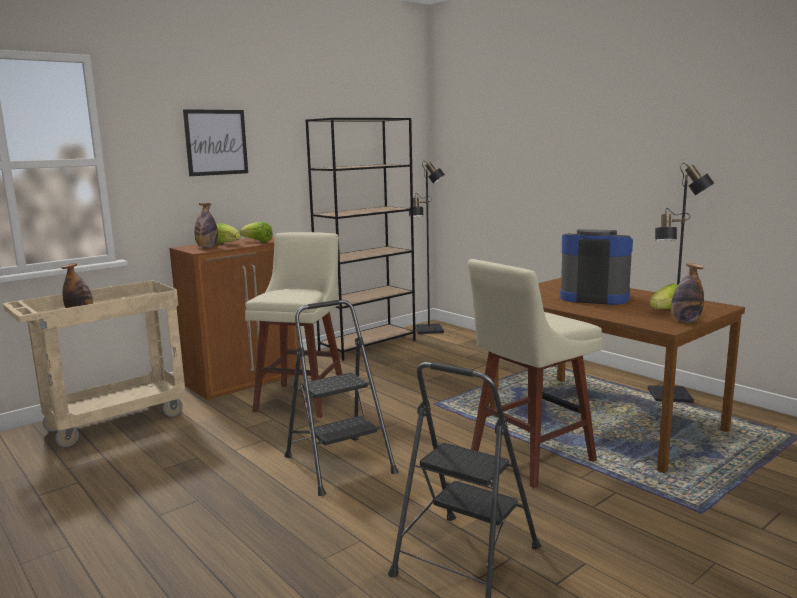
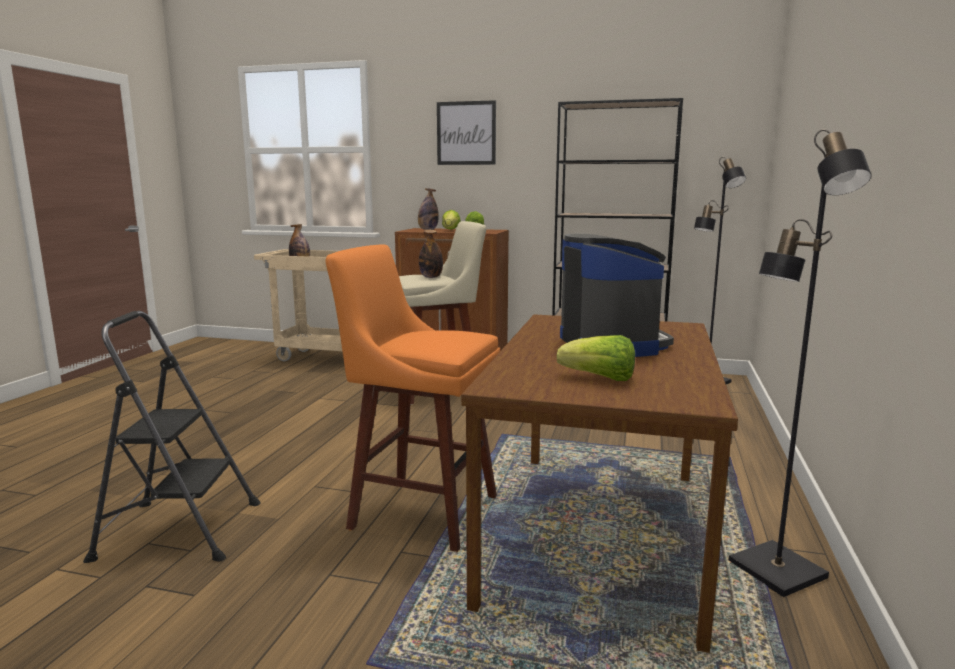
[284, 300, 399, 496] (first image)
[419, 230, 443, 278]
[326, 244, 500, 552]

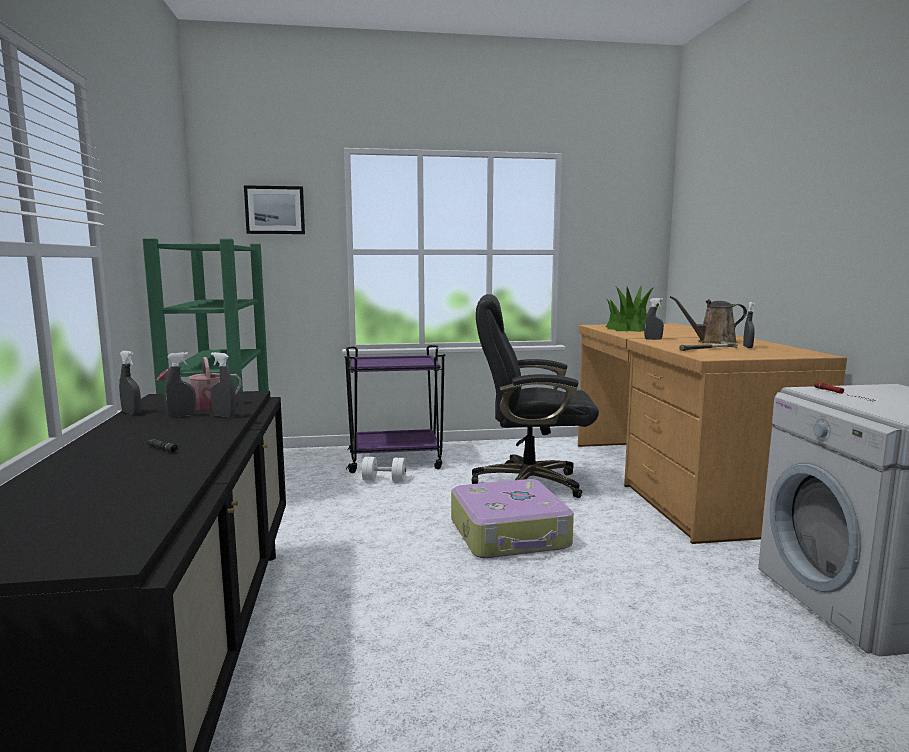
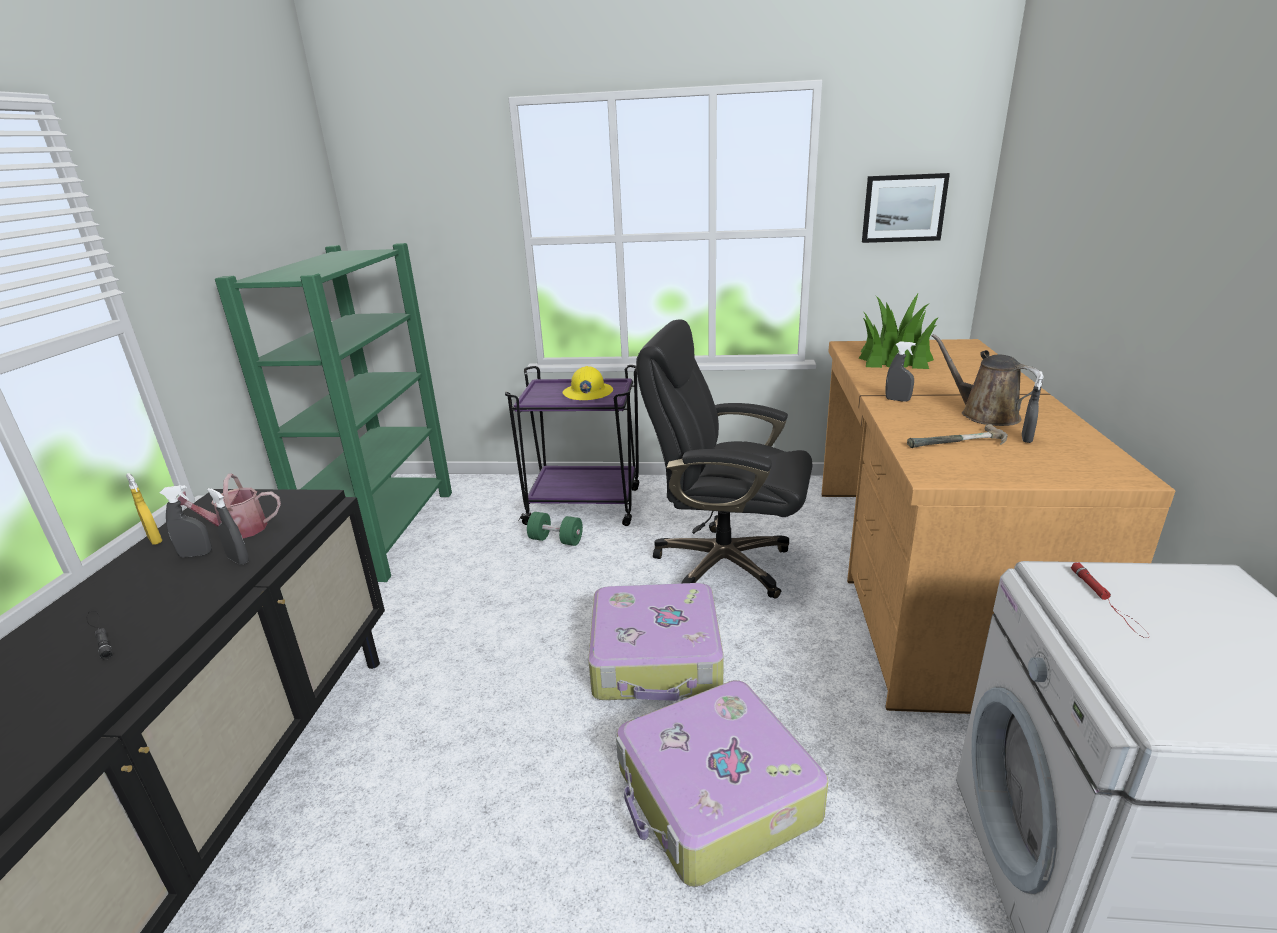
[562, 366, 613, 400]
[616, 680, 828, 887]
[862, 173, 950, 243]
[126, 473, 163, 545]
[527, 512, 583, 546]
[932, 334, 1044, 426]

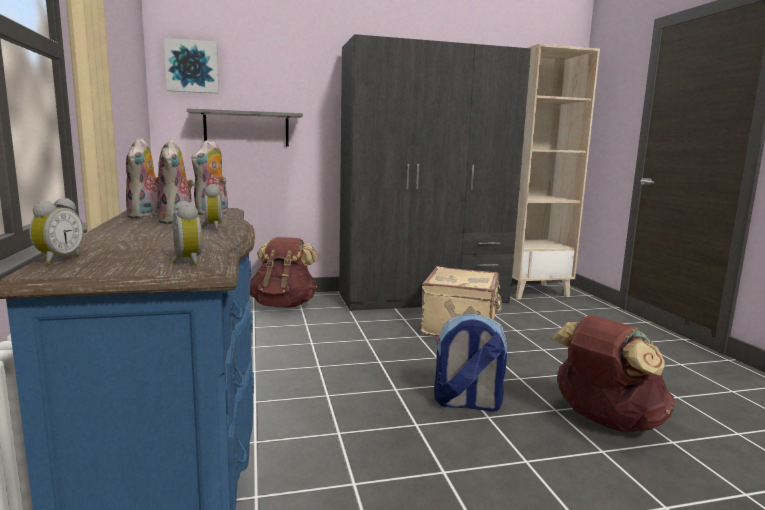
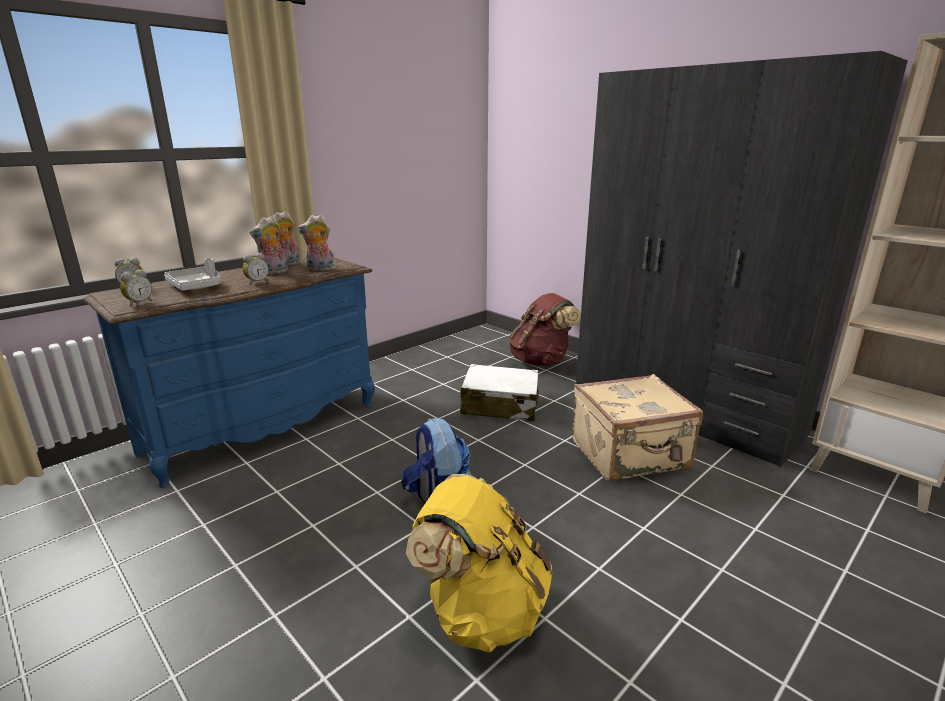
[164, 38, 219, 94] (first image)
[187, 108, 303, 146] (first image)
[164, 258, 220, 291]
[460, 364, 539, 421]
[406, 474, 553, 652]

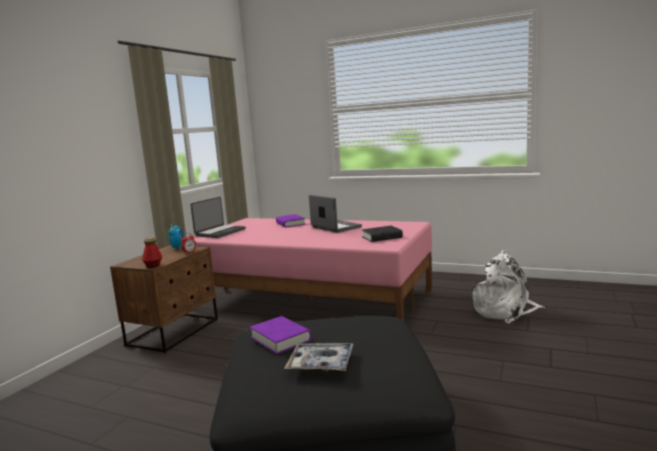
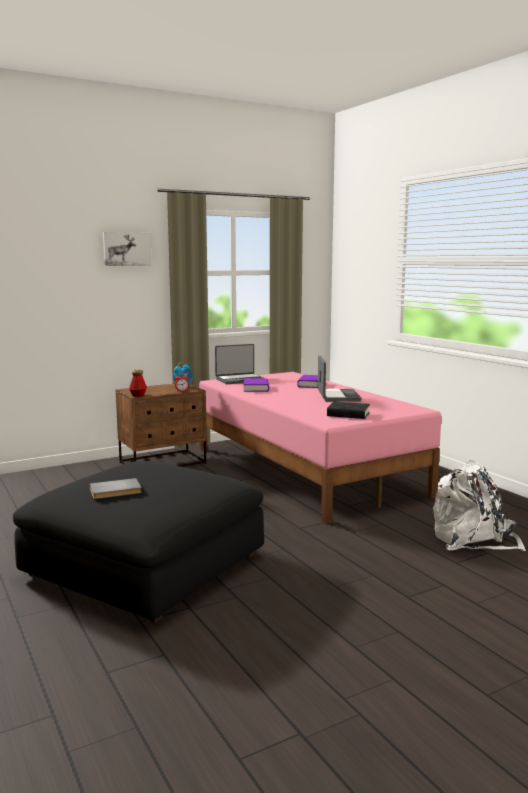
[103, 232, 152, 266]
[244, 378, 269, 392]
[90, 478, 142, 499]

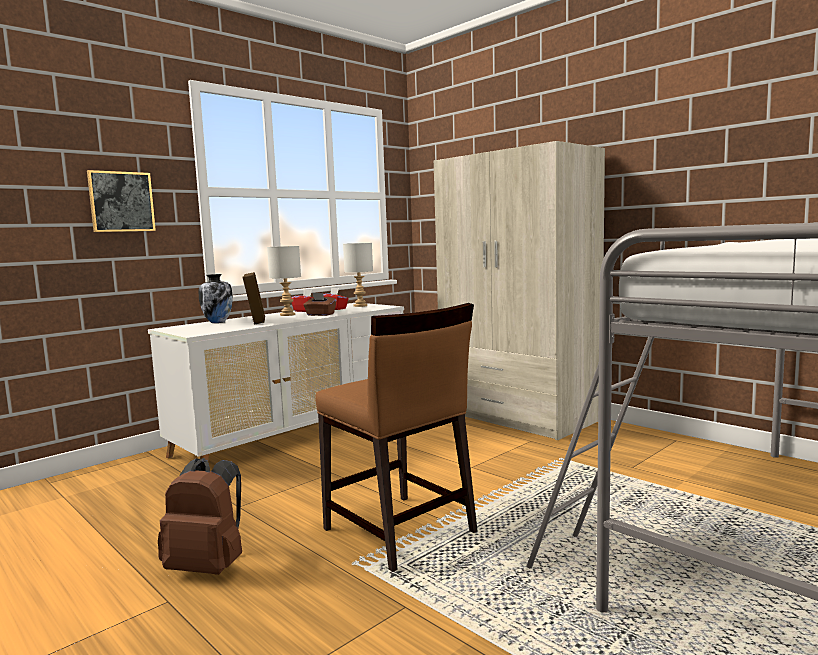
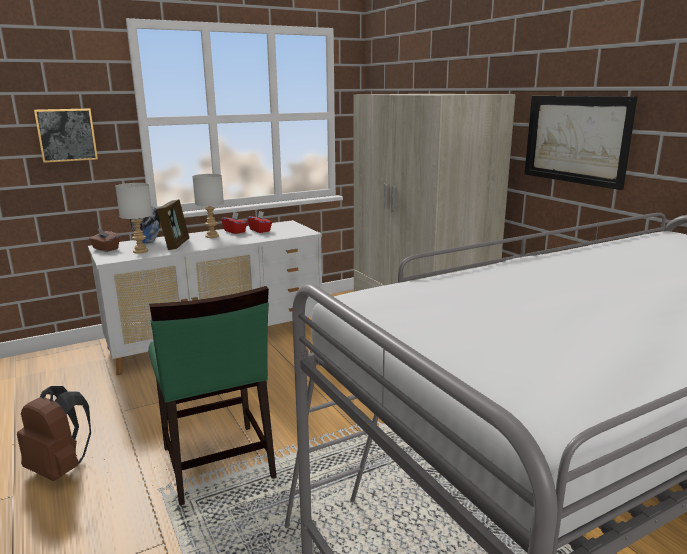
[525, 96, 637, 190]
[89, 228, 119, 252]
[115, 183, 152, 254]
[148, 286, 276, 506]

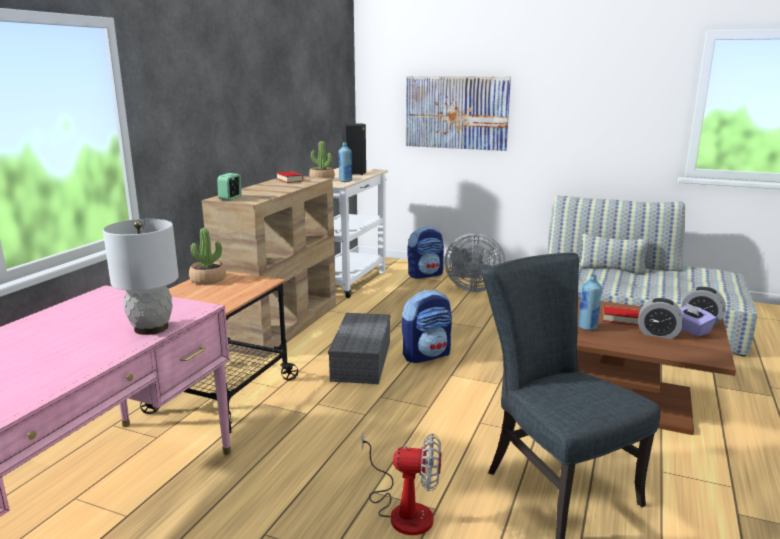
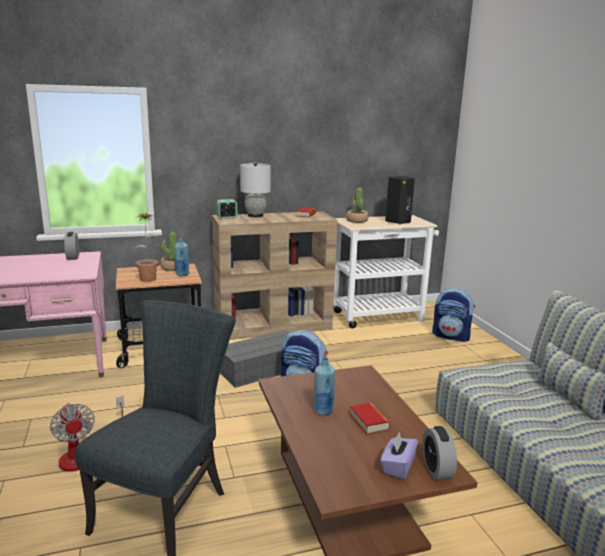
[406, 76, 511, 151] (first image)
[445, 233, 506, 292] (first image)
[134, 213, 159, 282]
[240, 162, 271, 217]
[174, 237, 189, 277]
[64, 232, 79, 260]

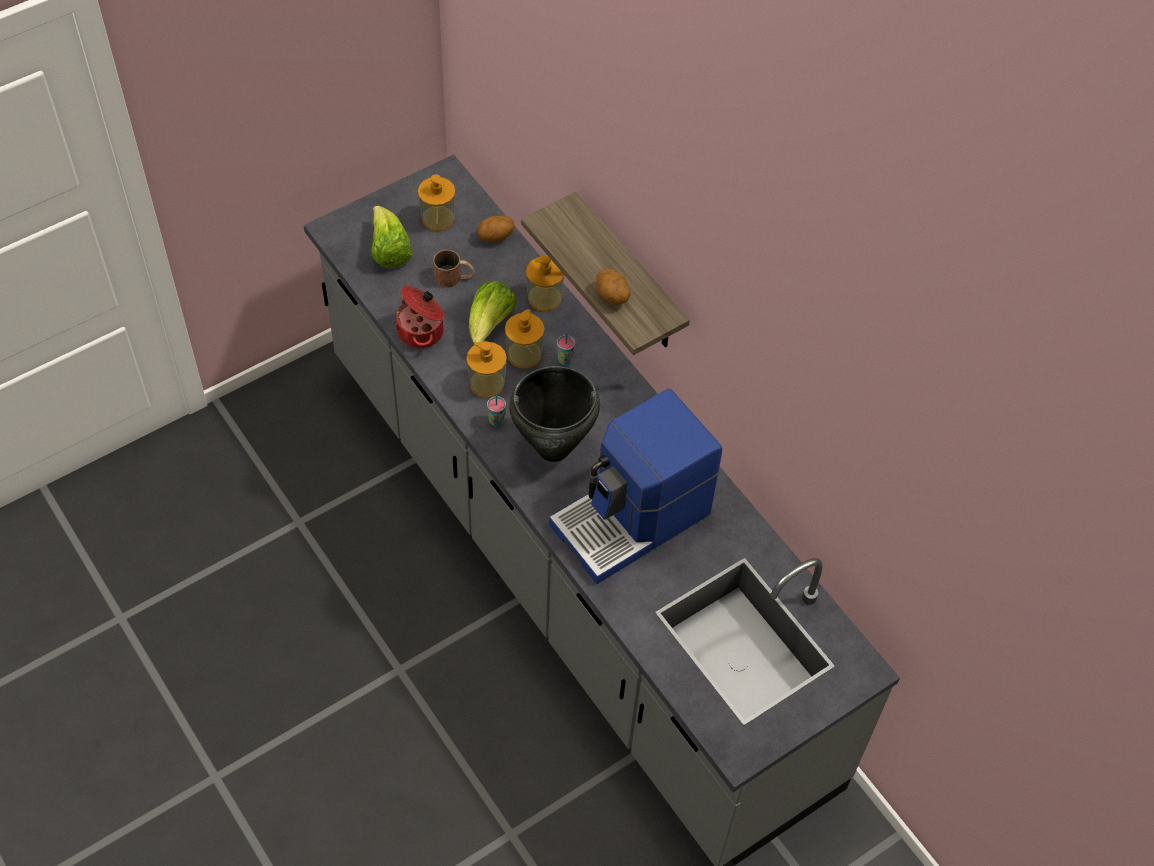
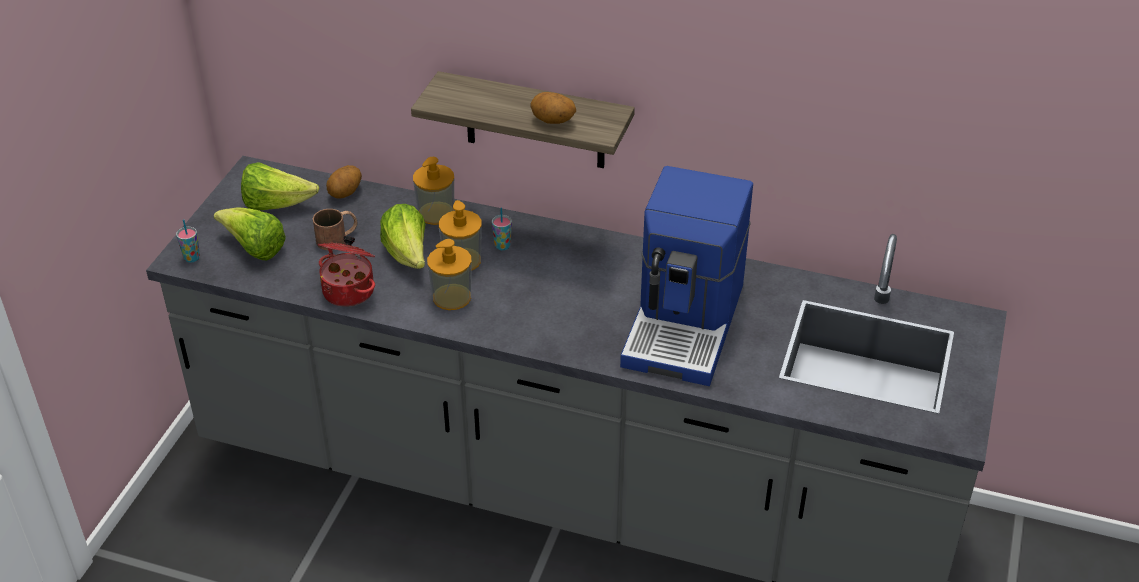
[509, 366, 600, 462] (first image)
[176, 220, 200, 262]
[241, 163, 319, 211]

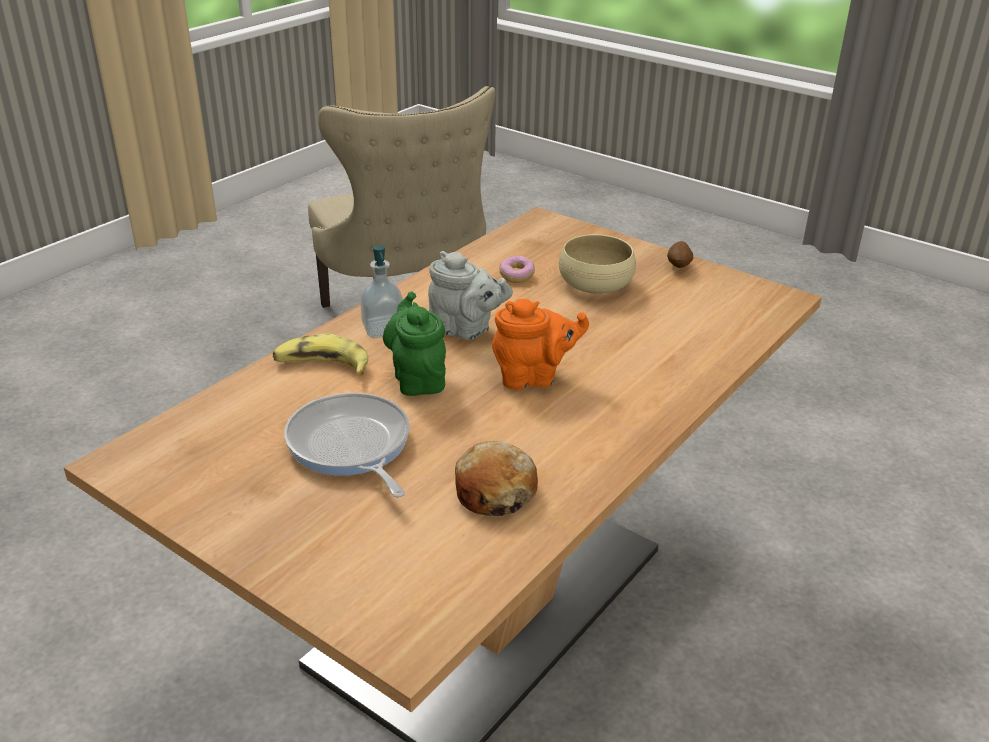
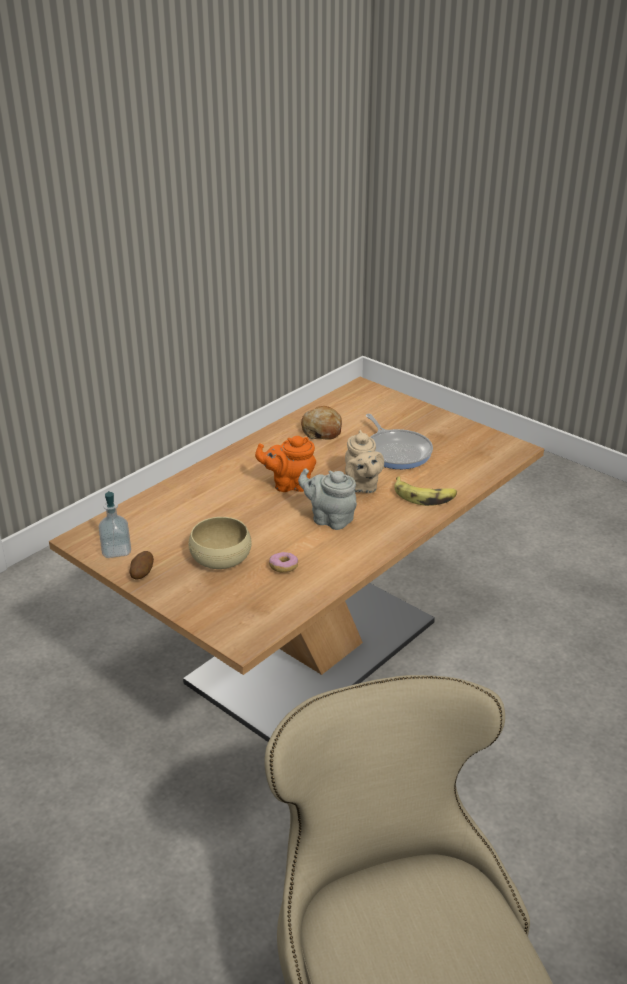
[99, 491, 131, 558]
[345, 430, 384, 493]

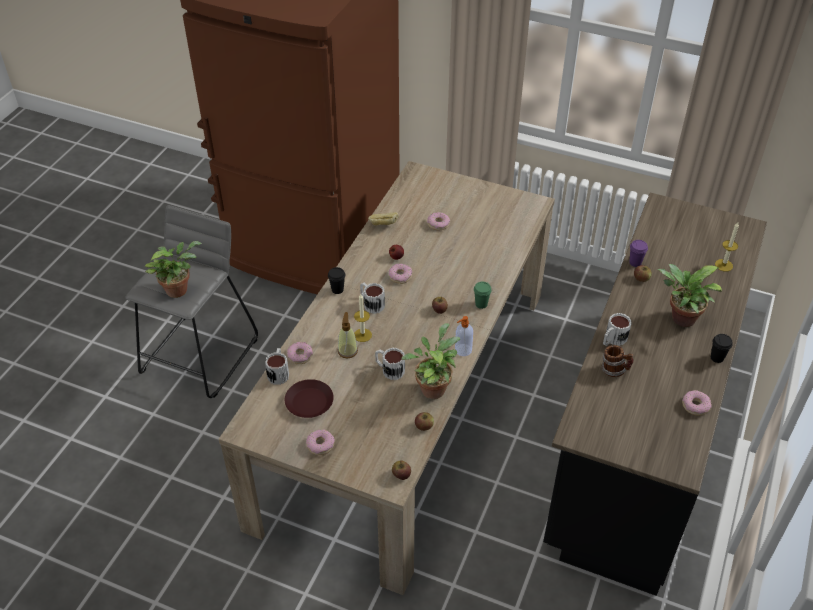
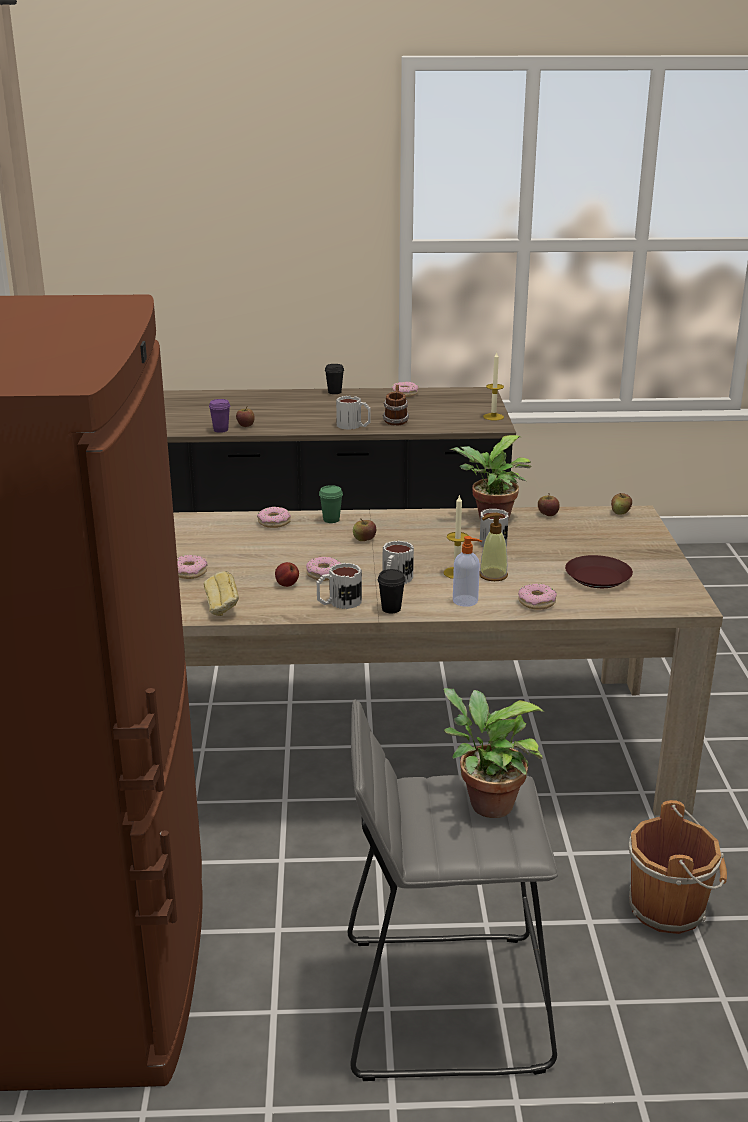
[657, 264, 722, 327] (first image)
[629, 800, 727, 934]
[317, 563, 362, 609]
[257, 507, 291, 528]
[453, 536, 482, 607]
[483, 352, 504, 420]

